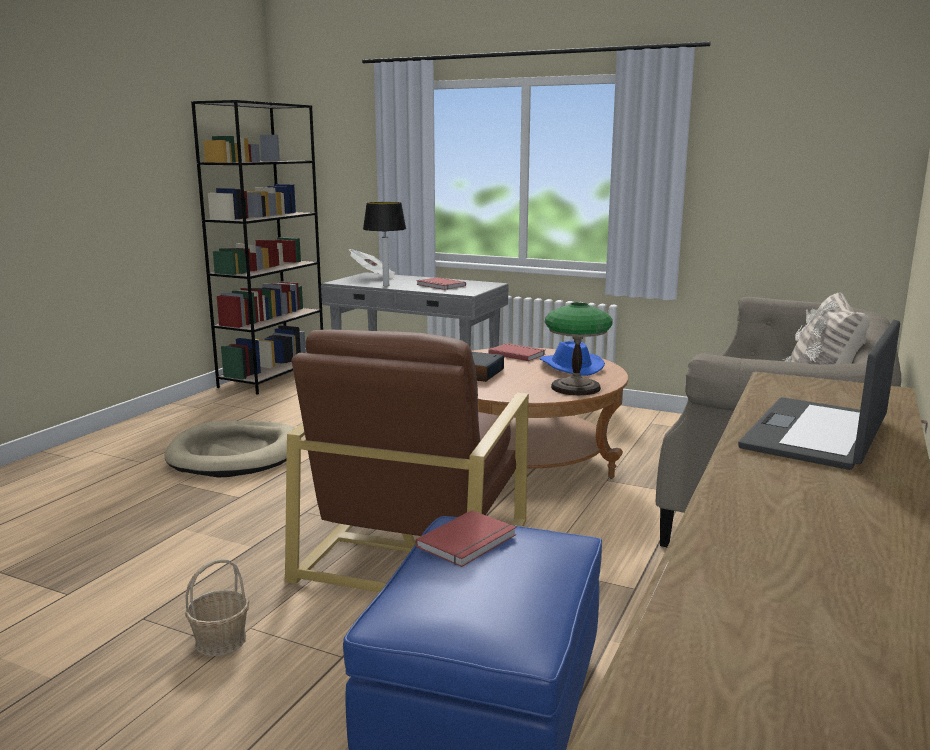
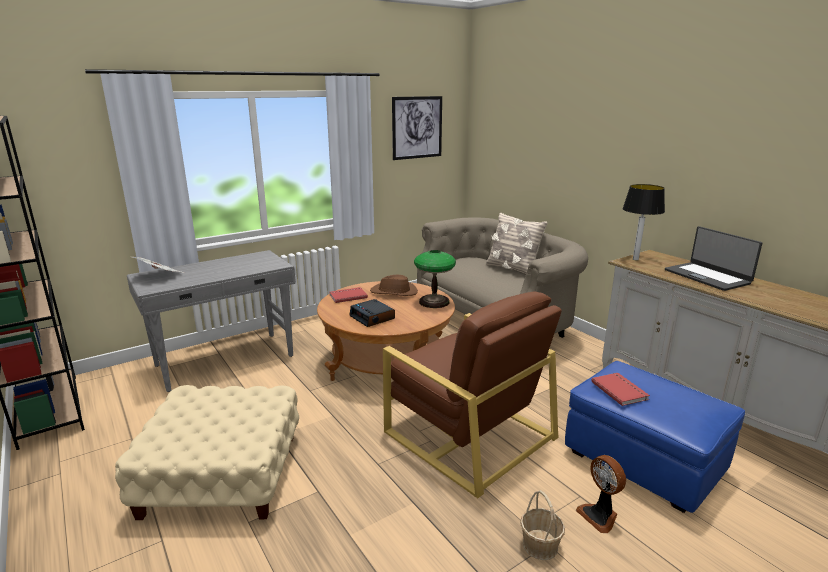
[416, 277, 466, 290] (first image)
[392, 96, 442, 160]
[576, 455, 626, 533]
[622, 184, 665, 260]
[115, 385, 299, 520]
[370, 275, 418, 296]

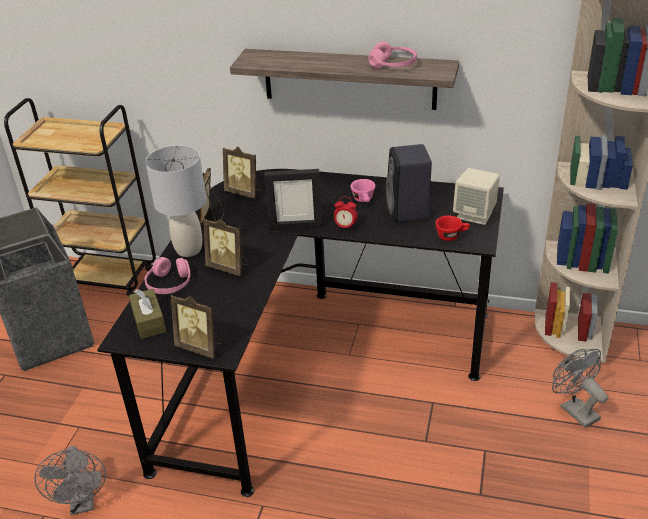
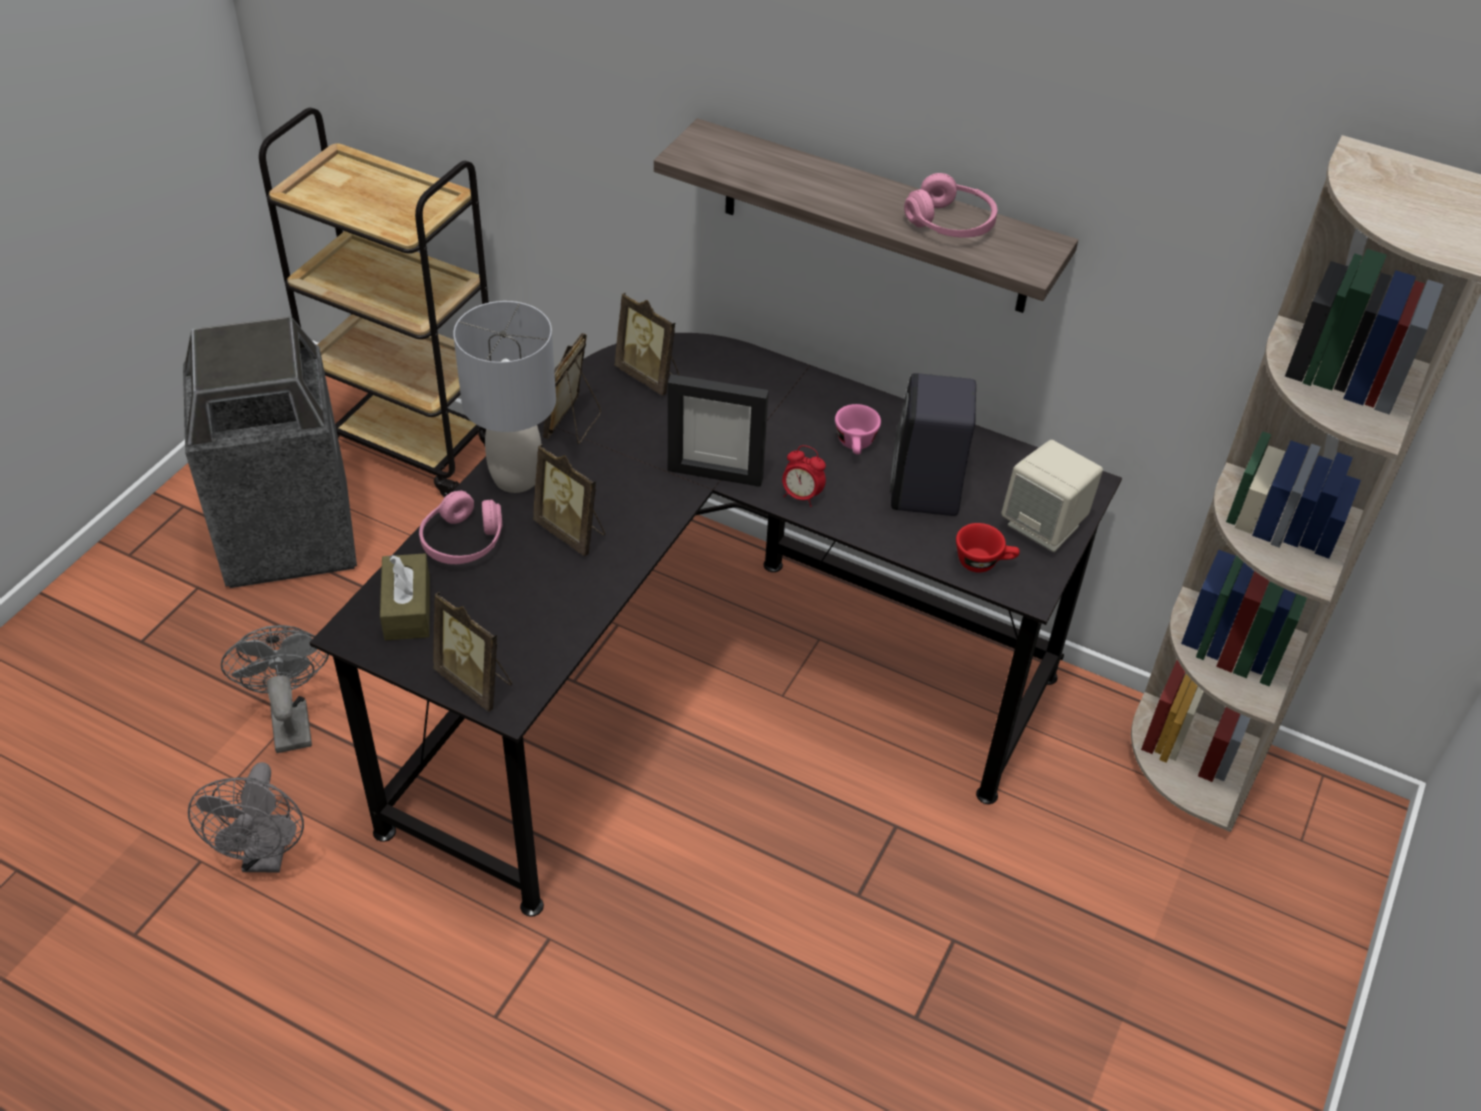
[221, 625, 329, 753]

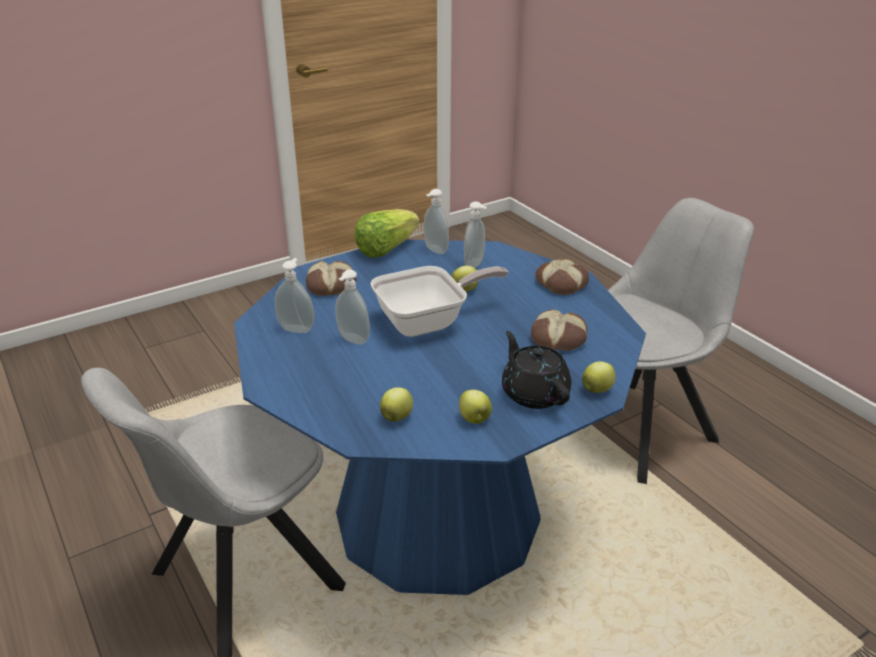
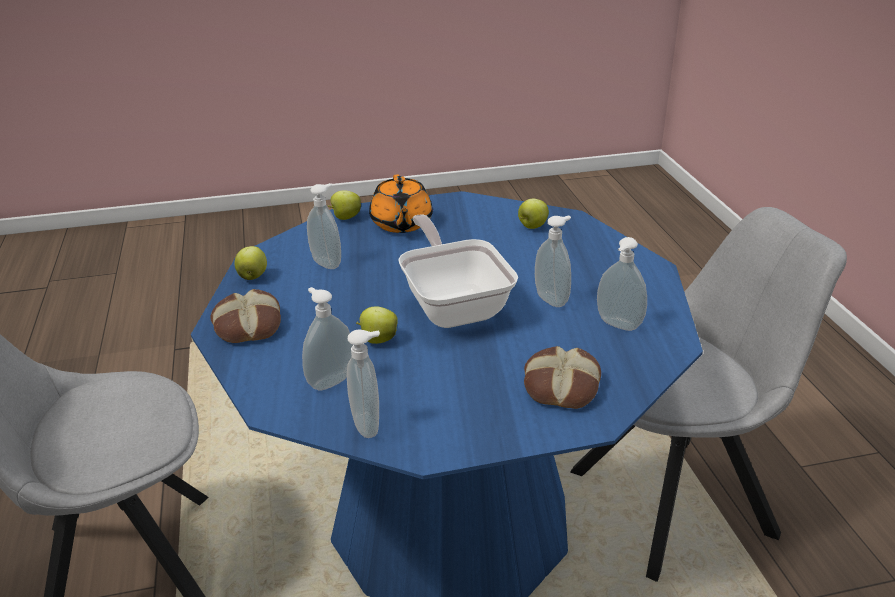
[354, 209, 420, 258] (first image)
[235, 246, 267, 280]
[307, 183, 341, 269]
[369, 174, 433, 233]
[398, 214, 518, 328]

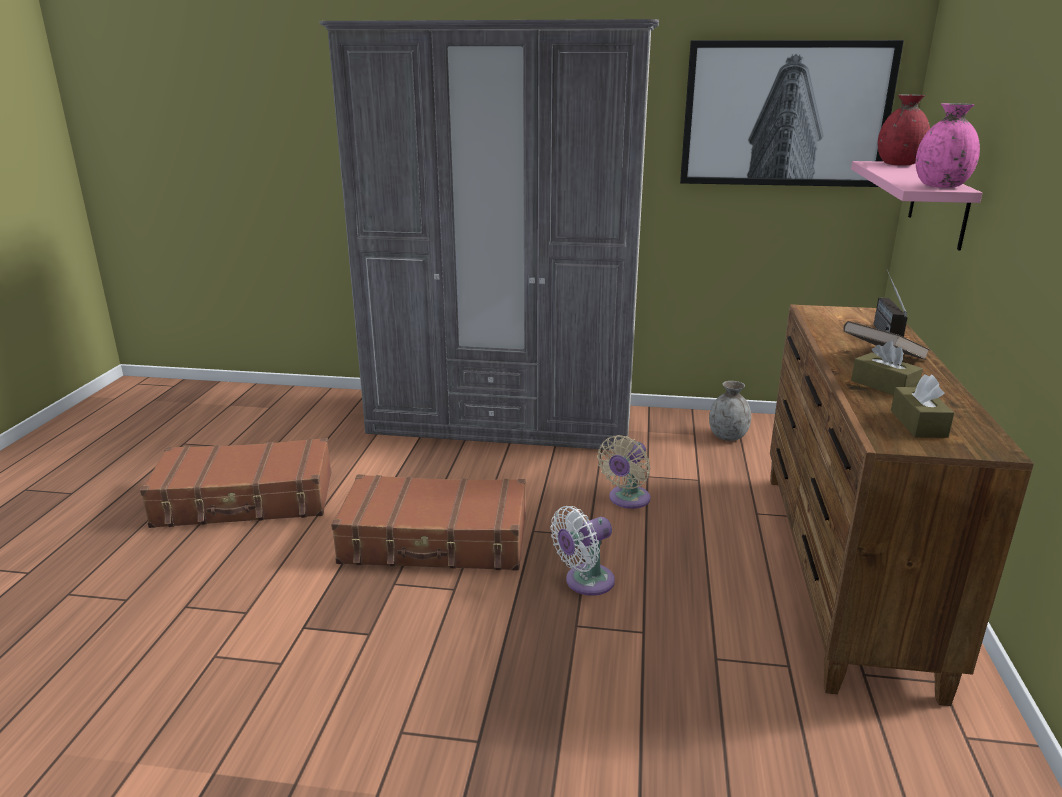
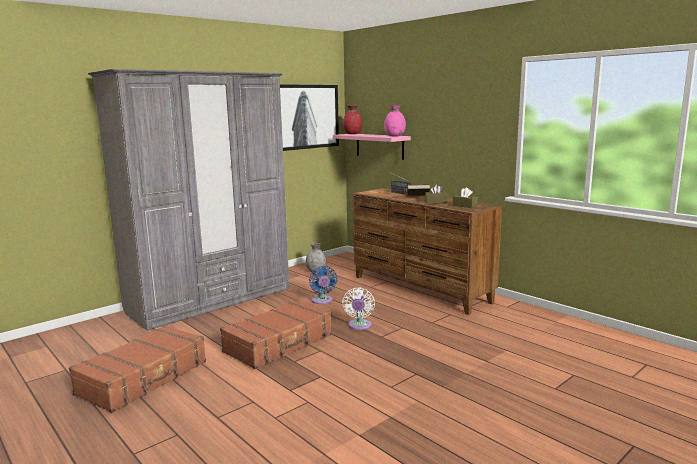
[309, 266, 337, 304]

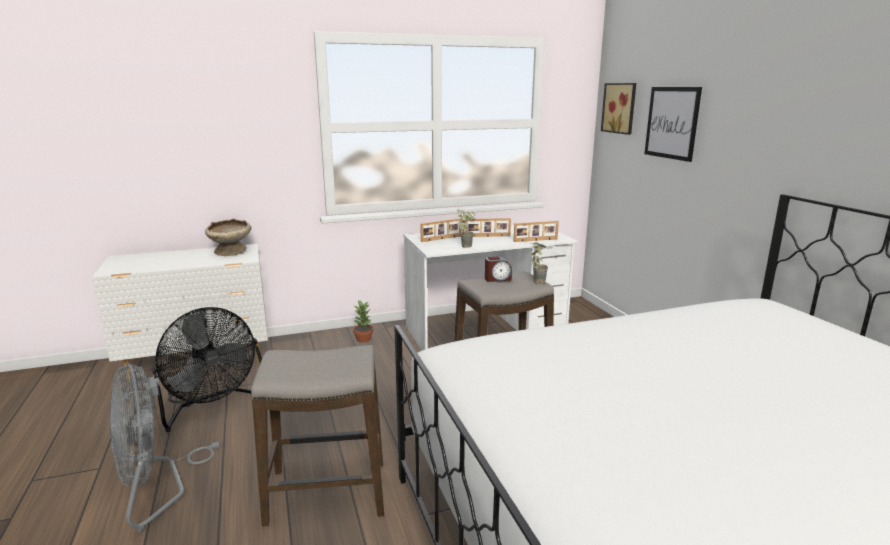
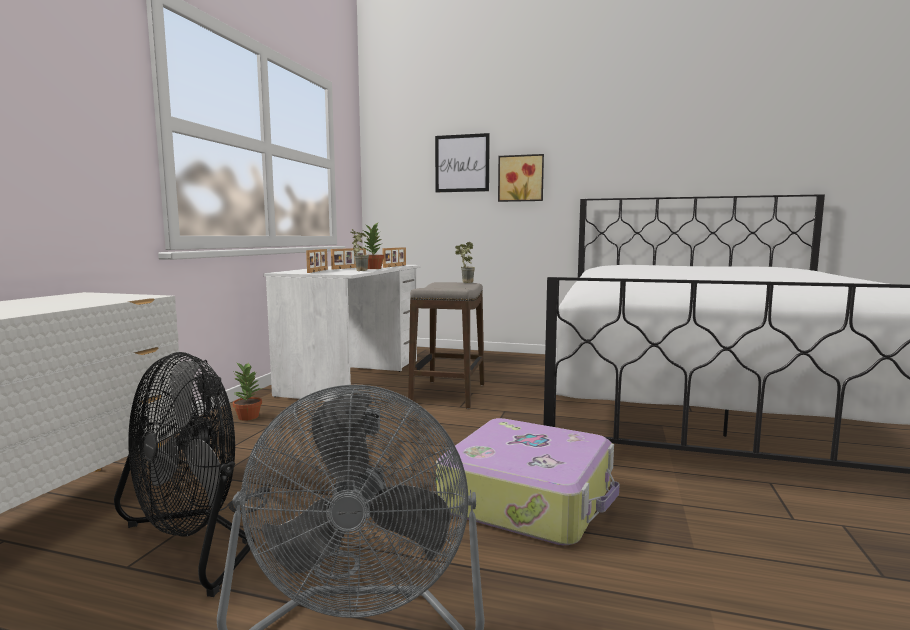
[205, 218, 251, 256] (first image)
[485, 257, 512, 282] (first image)
[363, 223, 384, 269]
[498, 154, 544, 202]
[436, 418, 620, 545]
[114, 352, 270, 597]

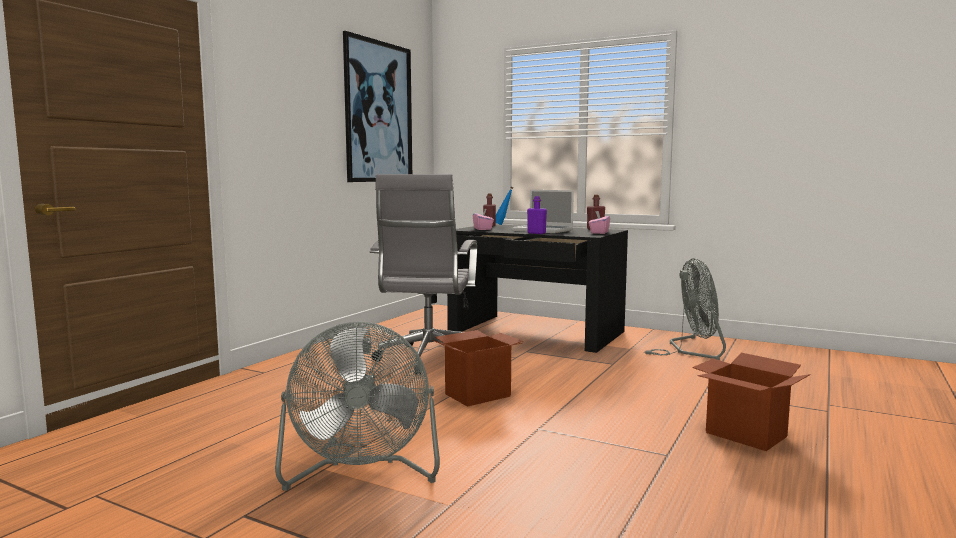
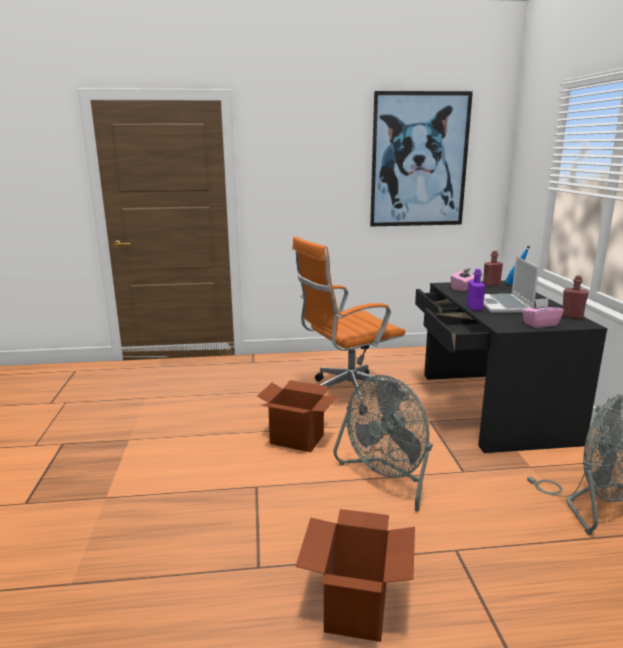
[334, 375, 433, 512]
[292, 236, 405, 414]

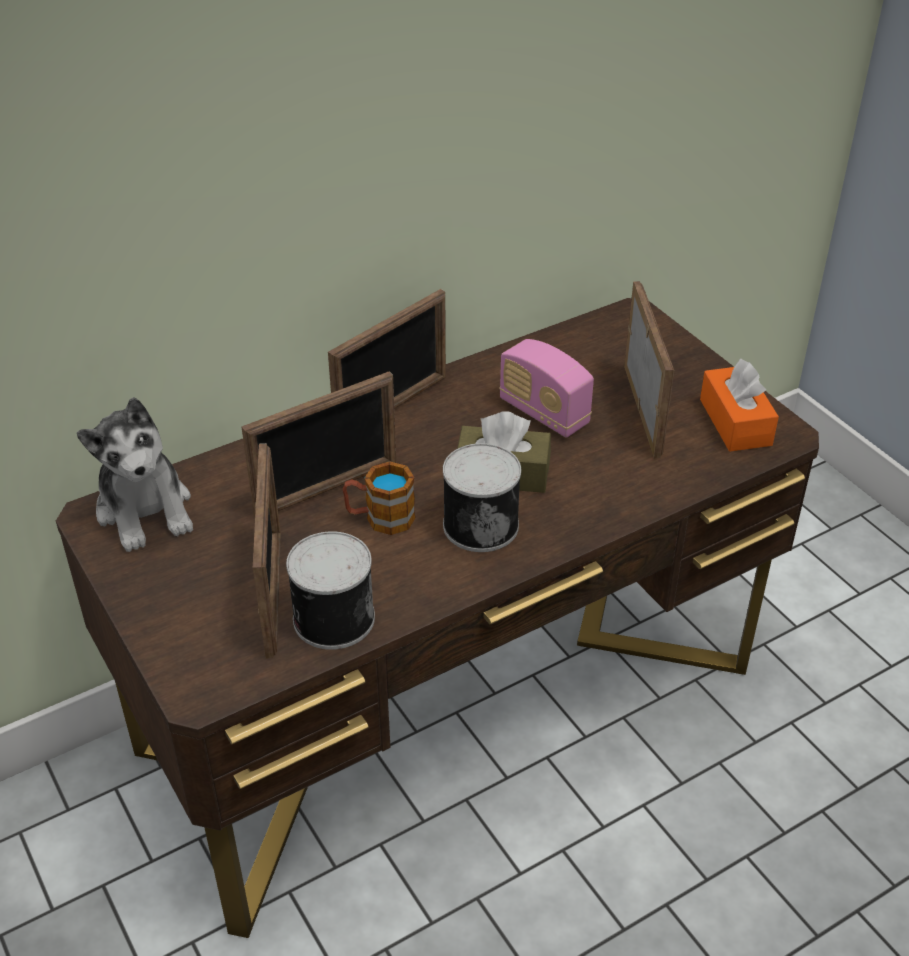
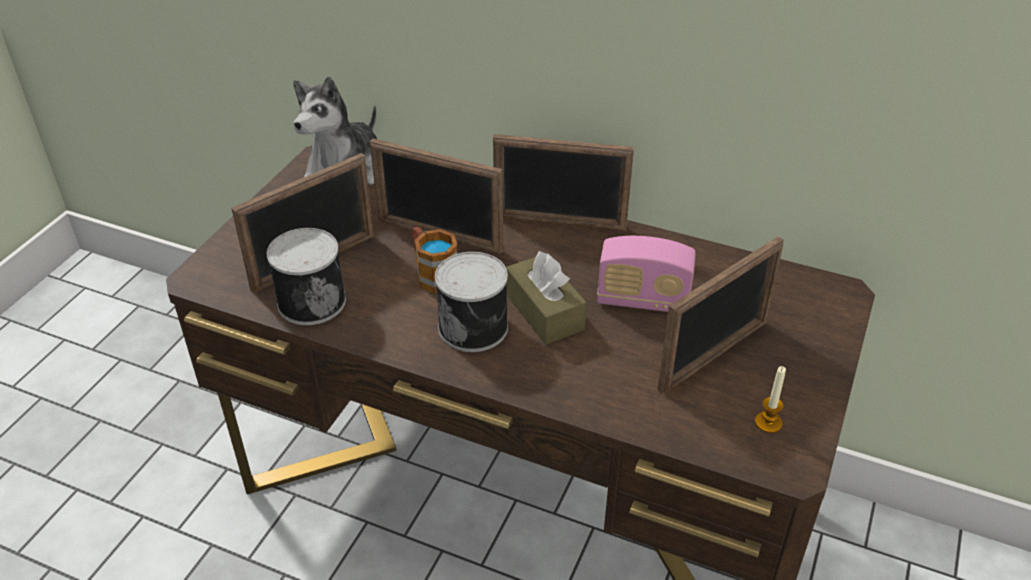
[755, 366, 786, 433]
[597, 236, 696, 312]

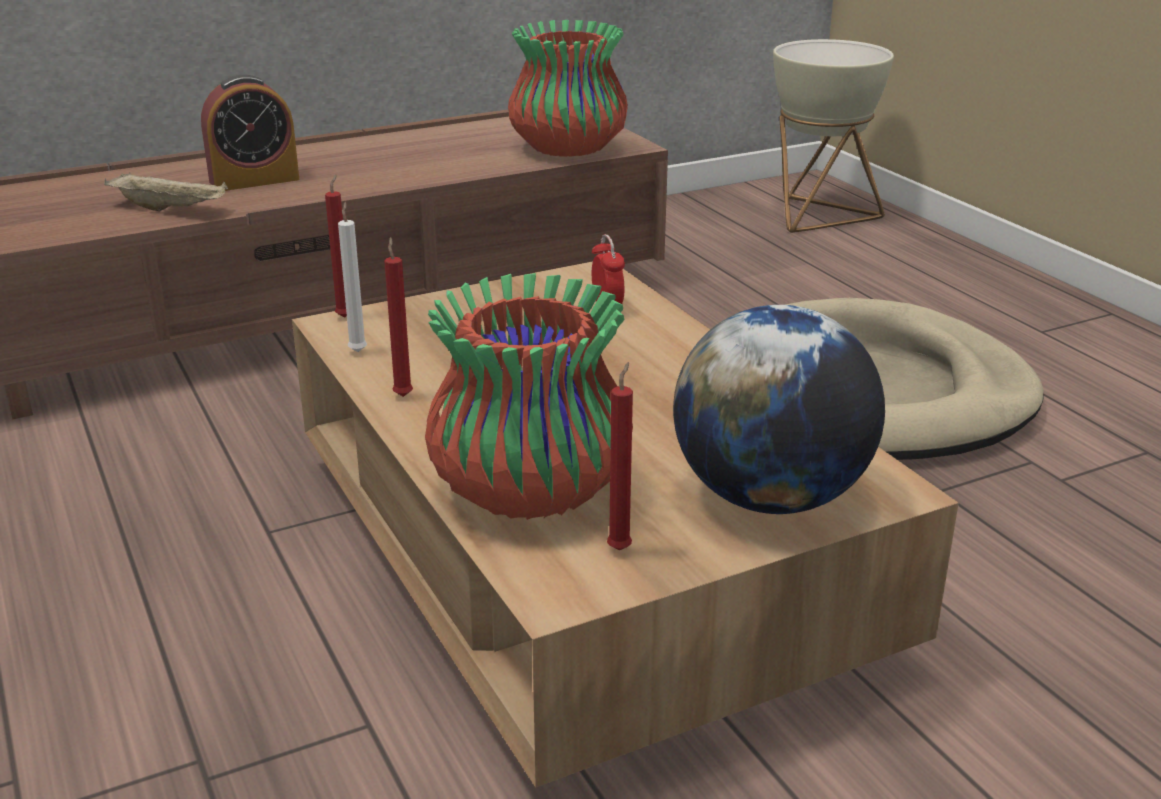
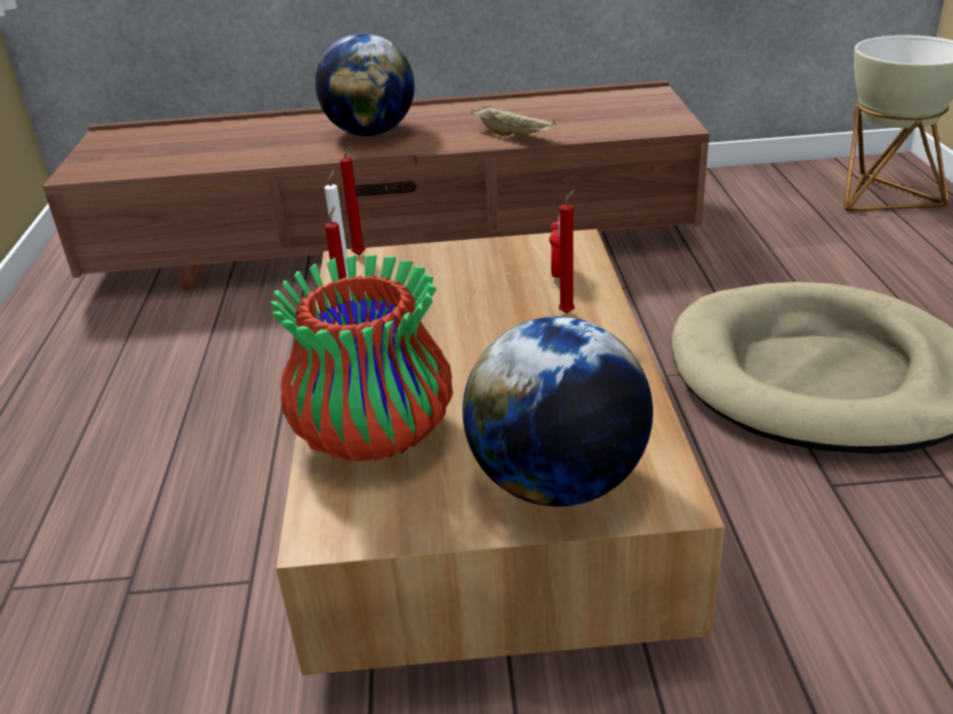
[508, 20, 628, 157] (first image)
[471, 105, 556, 137]
[559, 189, 575, 314]
[315, 33, 414, 136]

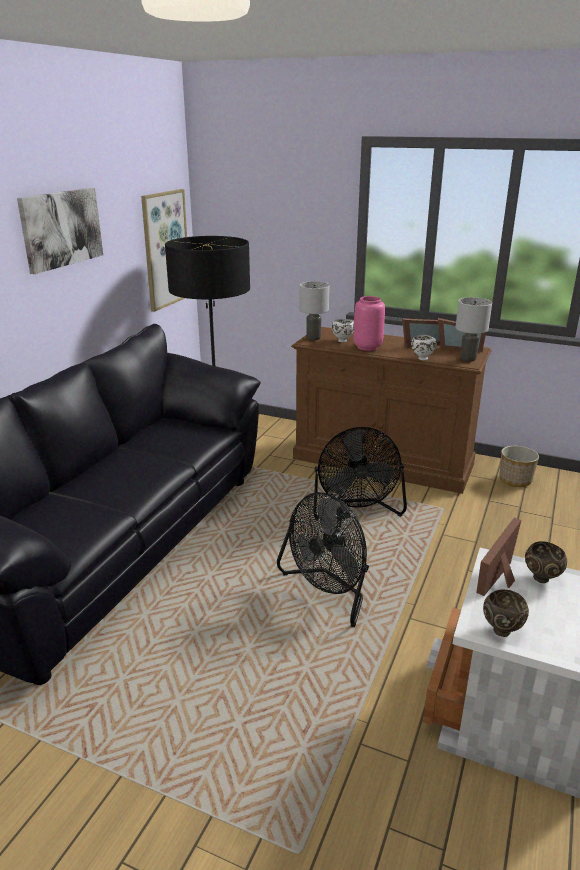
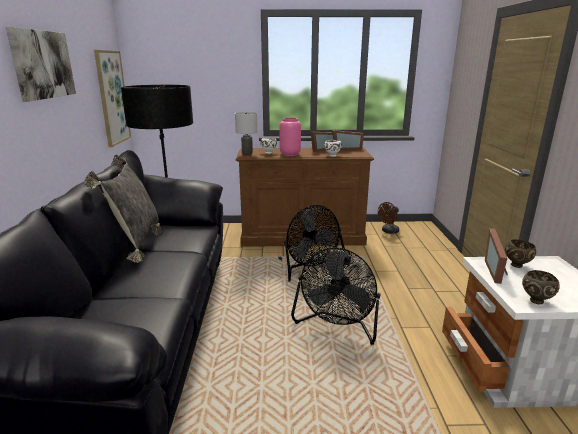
[455, 297, 492, 362] (first image)
[84, 155, 162, 263]
[378, 202, 399, 234]

